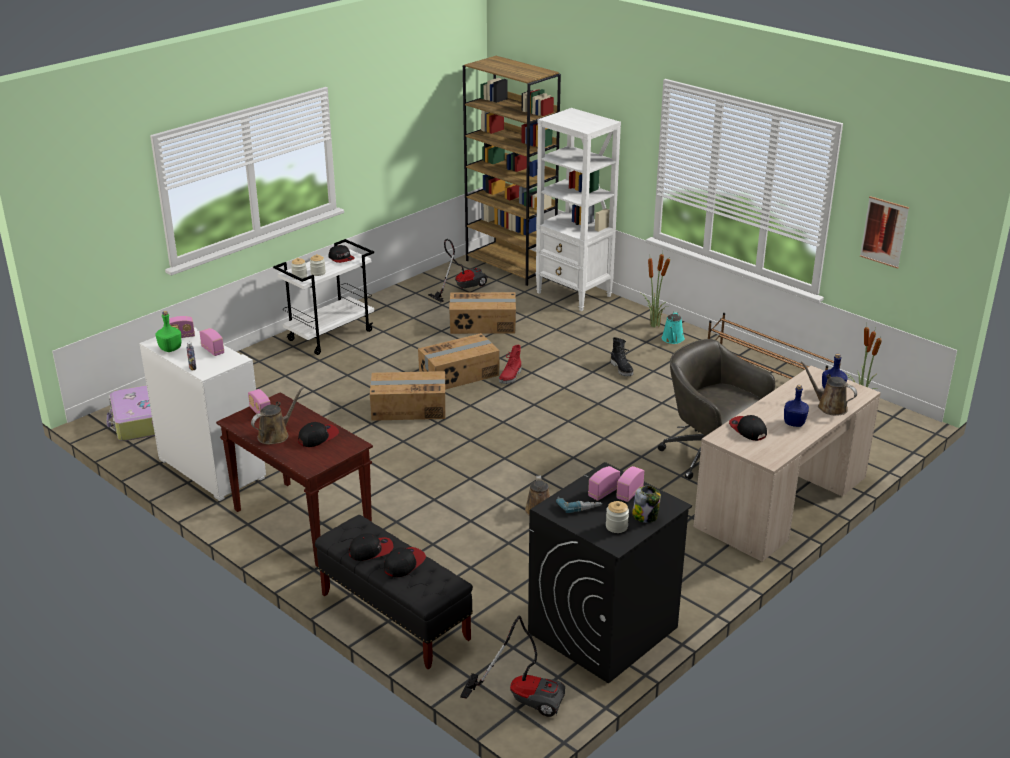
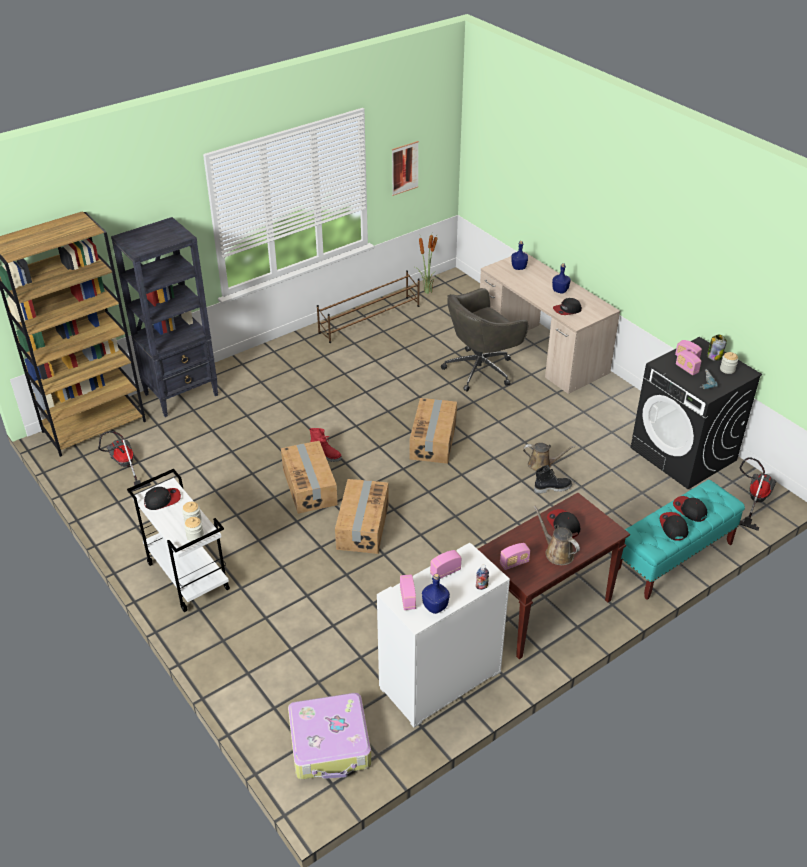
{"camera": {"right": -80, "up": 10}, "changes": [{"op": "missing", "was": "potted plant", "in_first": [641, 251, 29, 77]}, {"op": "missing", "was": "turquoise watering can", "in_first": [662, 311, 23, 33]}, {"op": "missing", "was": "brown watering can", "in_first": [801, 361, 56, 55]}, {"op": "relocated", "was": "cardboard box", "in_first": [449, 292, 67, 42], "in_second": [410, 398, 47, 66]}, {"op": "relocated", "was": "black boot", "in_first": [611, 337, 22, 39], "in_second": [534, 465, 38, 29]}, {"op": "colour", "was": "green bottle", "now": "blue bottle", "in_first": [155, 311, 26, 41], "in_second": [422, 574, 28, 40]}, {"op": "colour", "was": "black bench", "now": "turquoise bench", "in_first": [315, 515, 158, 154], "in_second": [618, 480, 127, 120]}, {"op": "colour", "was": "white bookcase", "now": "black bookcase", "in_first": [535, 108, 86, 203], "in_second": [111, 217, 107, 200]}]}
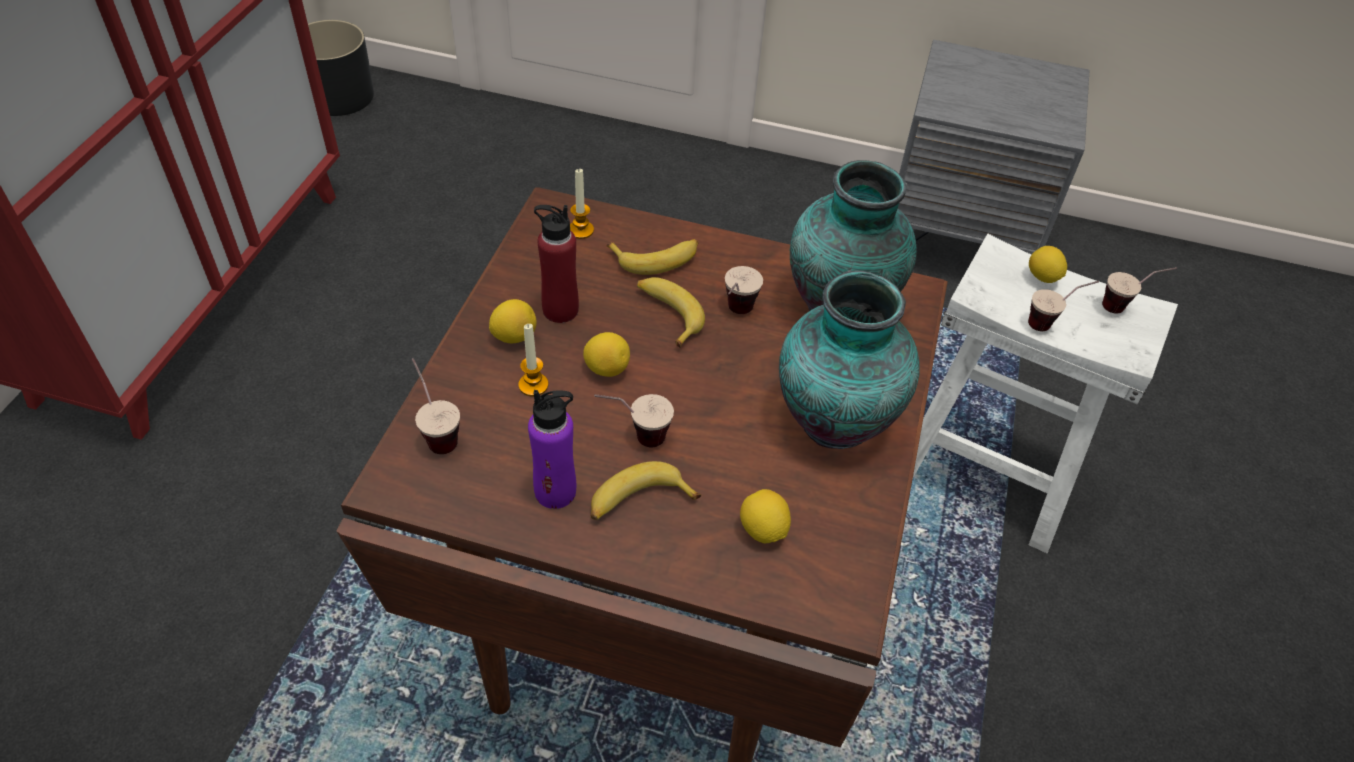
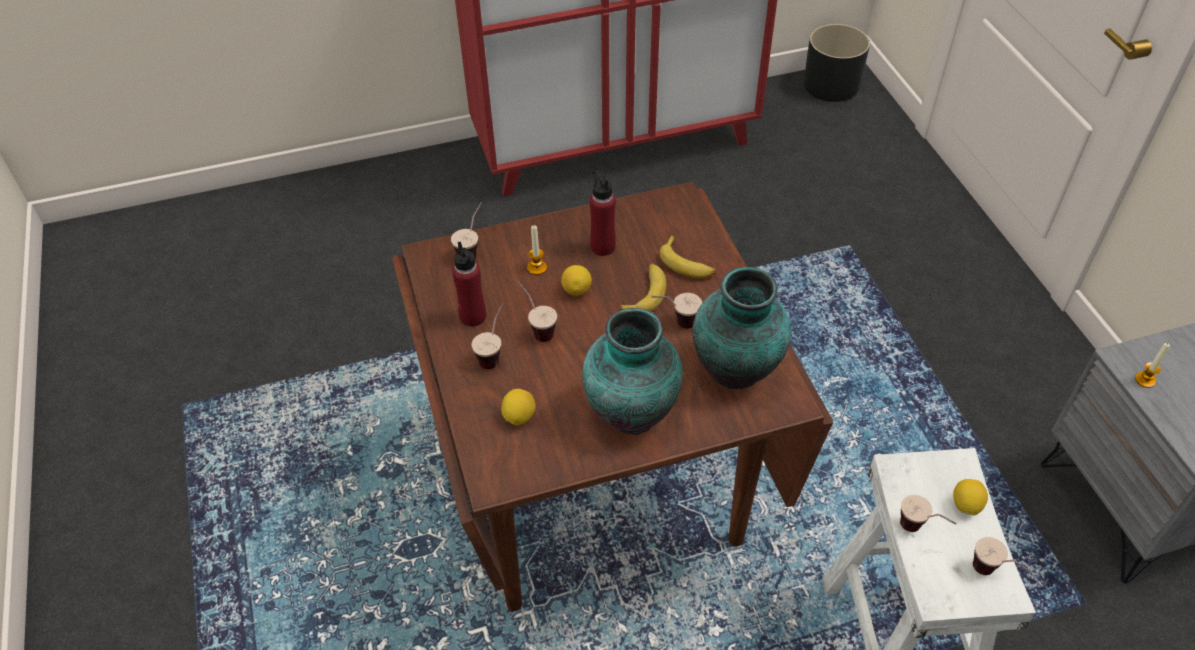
{"camera": {"right": 60, "up": 0}, "changes": [{"op": "missing", "was": "lemon", "in_first": [489, 299, 48, 44]}, {"op": "relocated", "was": "candle", "in_first": [570, 169, 24, 70], "in_second": [1135, 343, 35, 45]}, {"op": "exchanged", "was": "banana", "now": "cup", "in_first": [591, 461, 110, 59], "in_second": [471, 303, 32, 66]}, {"op": "colour", "was": "purple bottle", "now": "red bottle", "in_first": [528, 390, 48, 119], "in_second": [452, 242, 34, 85]}]}
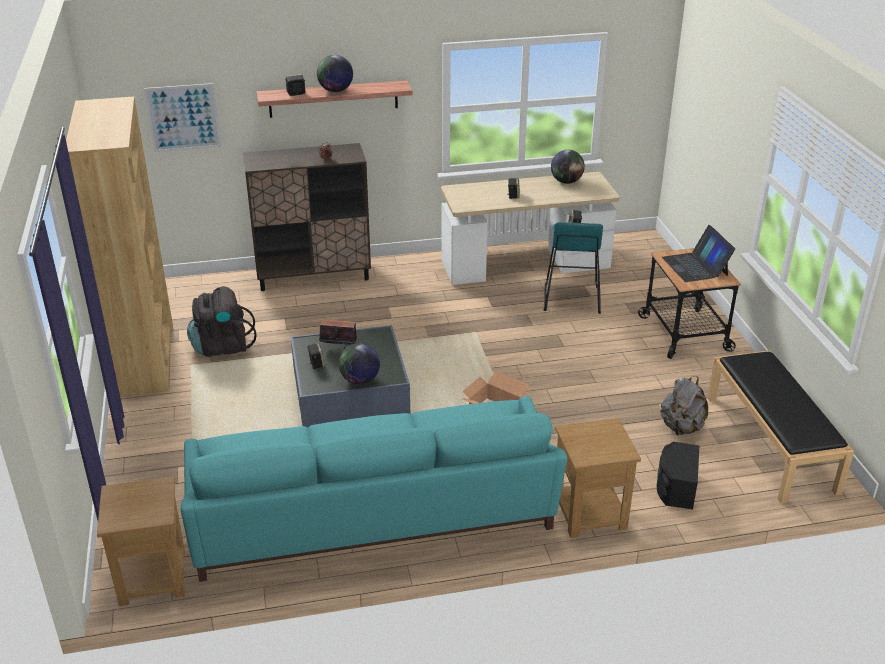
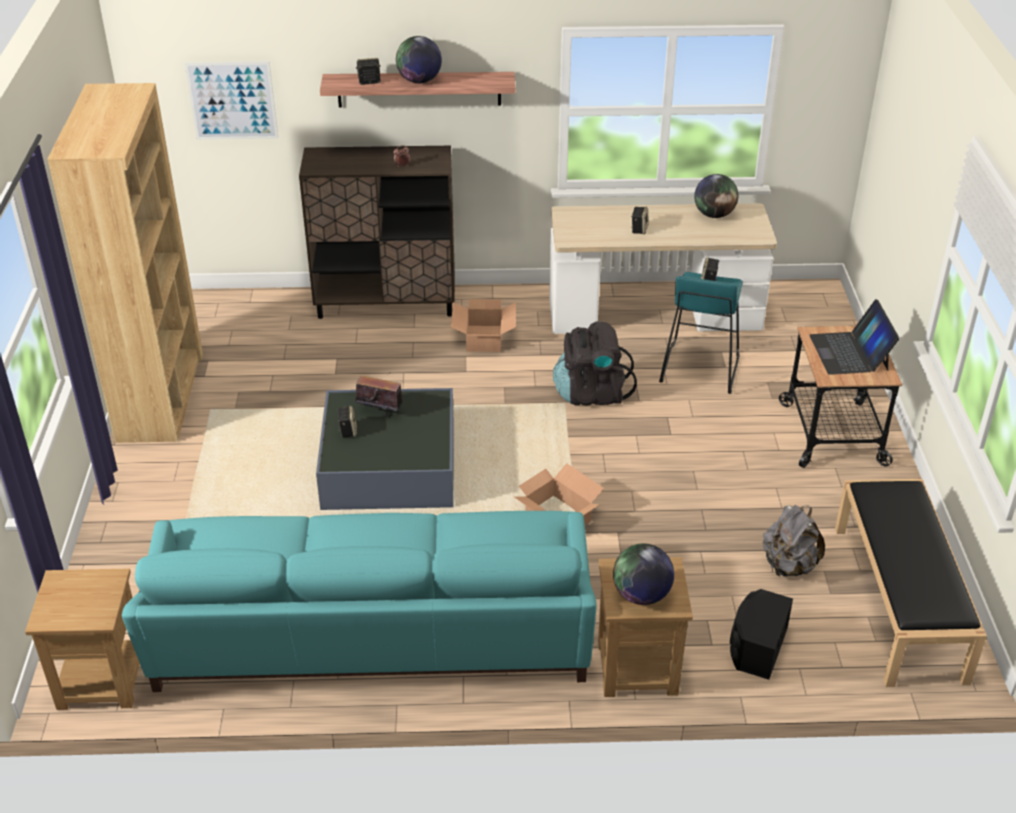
{"camera": {"right": 10, "up": 5}, "changes": [{"op": "appeared", "now": "cardboard box", "in_second": [451, 299, 65, 53]}, {"op": "relocated", "was": "black backpack", "in_first": [187, 286, 70, 71], "in_second": [553, 321, 84, 85]}, {"op": "relocated", "was": "globe", "in_first": [339, 343, 41, 41], "in_second": [613, 543, 61, 62]}]}
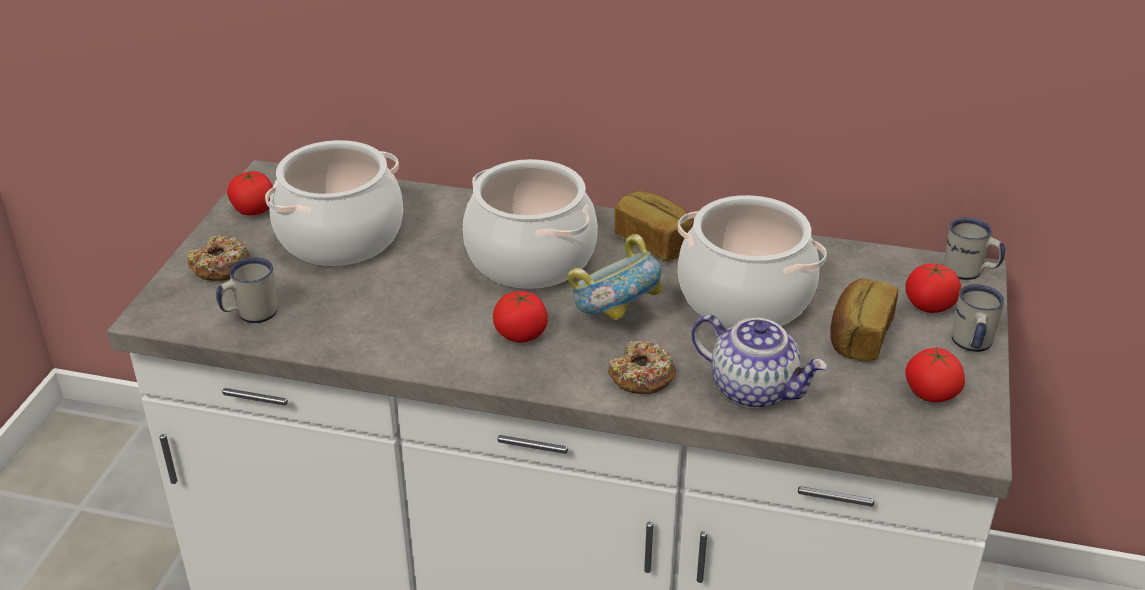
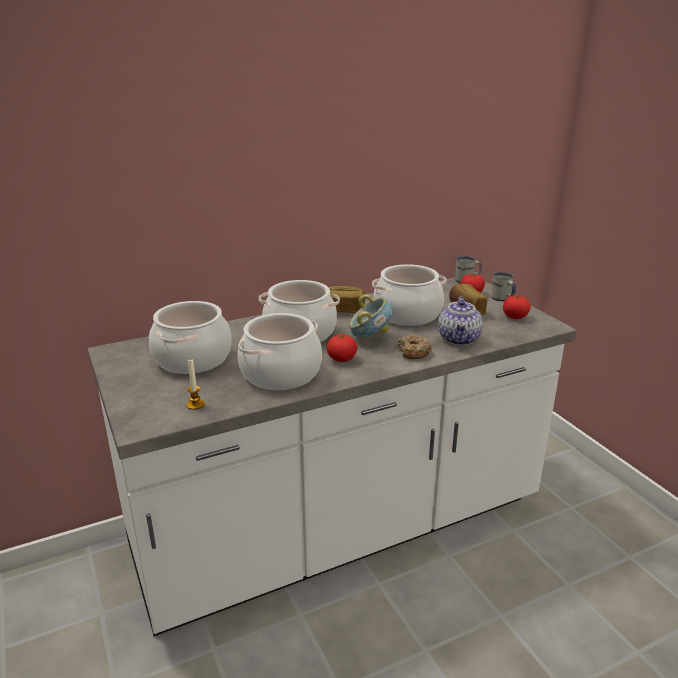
{"camera": {"right": -40, "up": -10}, "changes": [{"op": "missing", "was": "donut", "in_first": [187, 235, 64, 46]}, {"op": "missing", "was": "tomato", "in_first": [227, 170, 46, 46]}, {"op": "appeared", "now": "cooking pot", "in_second": [238, 313, 84, 77]}, {"op": "exchanged", "was": "white mug", "now": "candle", "in_first": [216, 257, 61, 66], "in_second": [186, 359, 19, 51]}, {"op": "spun", "was": "teapot", "in_first": [691, 314, 137, 94], "in_second": [438, 296, 45, 49], "clockwise": 105}]}
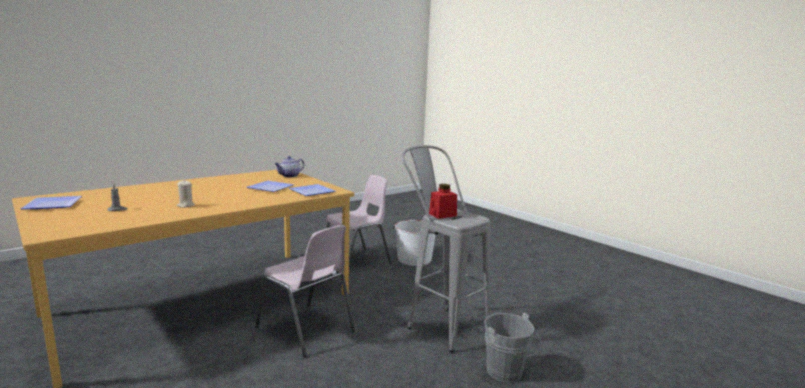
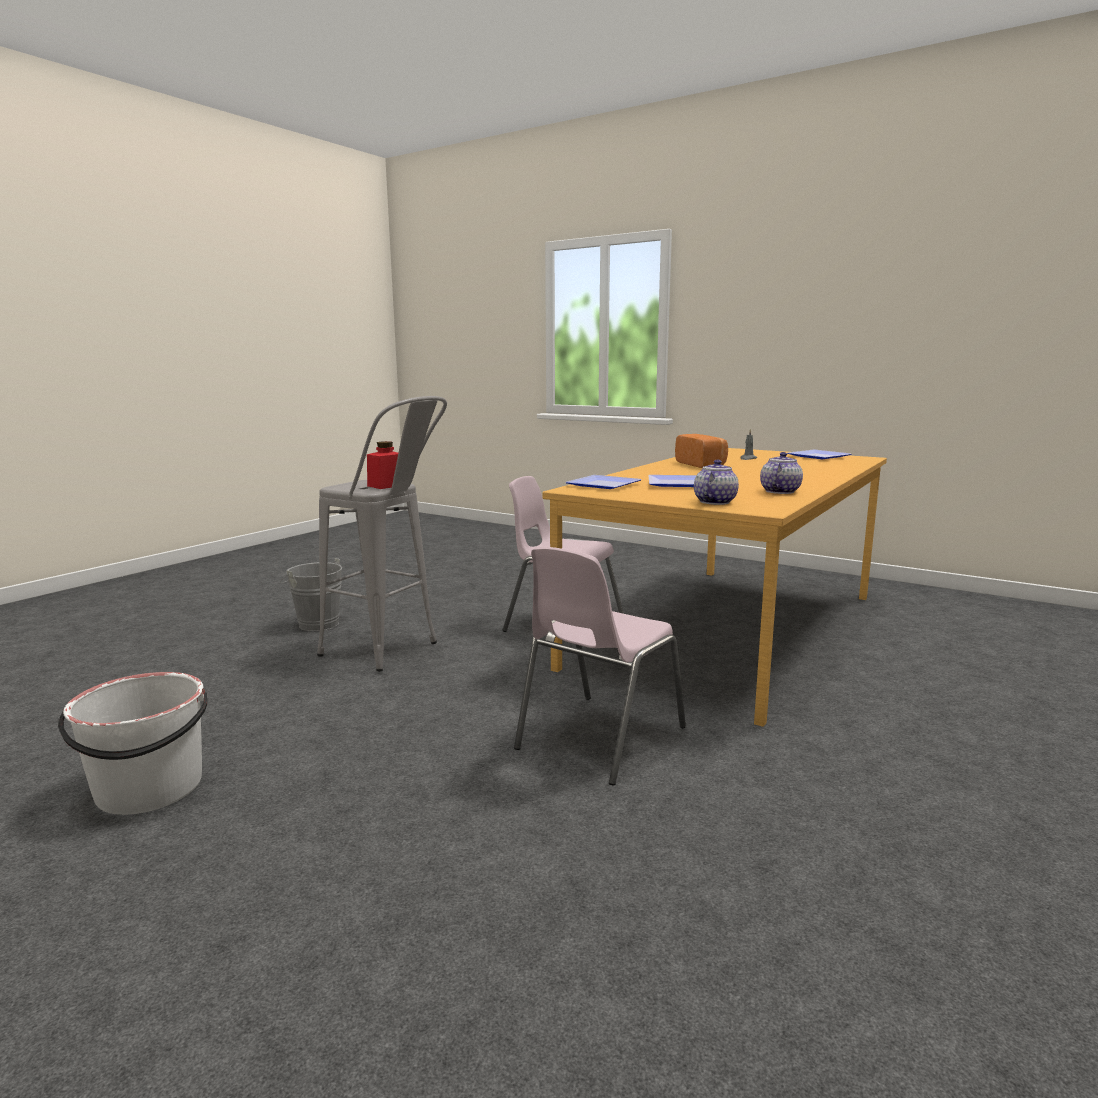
{"camera": {"right": 165, "up": 0}, "changes": [{"op": "appeared", "now": "teapot", "in_second": [760, 452, 43, 42]}, {"op": "relocated", "was": "white bucket", "in_first": [393, 220, 42, 46], "in_second": [58, 672, 149, 143]}, {"op": "exchanged", "was": "beige candle", "now": "bread", "in_first": [177, 180, 18, 28], "in_second": [675, 434, 53, 34]}]}
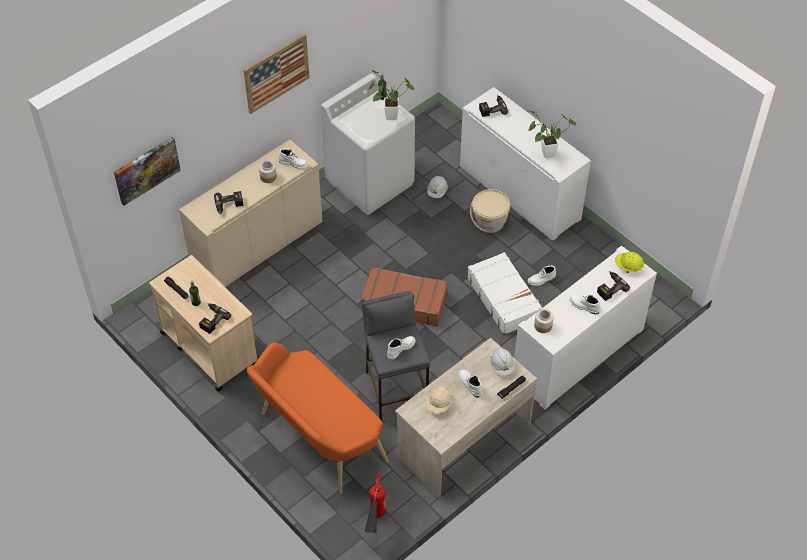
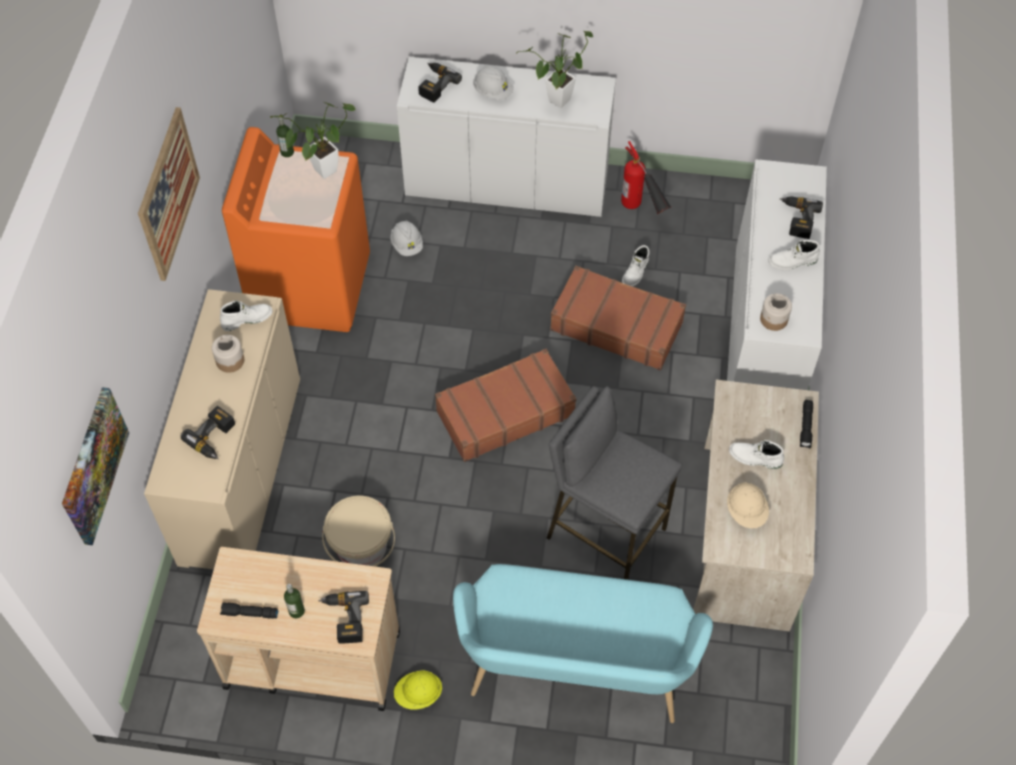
{"camera": {"right": -40, "up": 5}, "changes": [{"op": "missing", "was": "white boot", "in_first": [387, 336, 28, 24]}, {"op": "relocated", "was": "fire extinguisher", "in_first": [364, 472, 22, 61], "in_second": [621, 141, 50, 73]}, {"op": "relocated", "was": "beige bucket", "in_first": [470, 189, 40, 44], "in_second": [322, 495, 73, 72]}, {"op": "relocated", "was": "white hard hat", "in_first": [490, 348, 24, 28], "in_second": [473, 66, 41, 34]}, {"op": "relocated", "was": "yellow hard hat", "in_first": [615, 252, 29, 21], "in_second": [394, 670, 48, 40]}, {"op": "colour", "was": "orange bench", "now": "turquoise bench", "in_first": [246, 343, 143, 151], "in_second": [453, 564, 260, 159]}, {"op": "colour", "was": "white washing machine", "now": "orange washing machine", "in_first": [321, 73, 94, 142], "in_second": [222, 127, 148, 205]}, {"op": "colour", "was": "white suitcase", "now": "brown suitcase", "in_first": [467, 252, 76, 83], "in_second": [550, 266, 136, 104]}]}
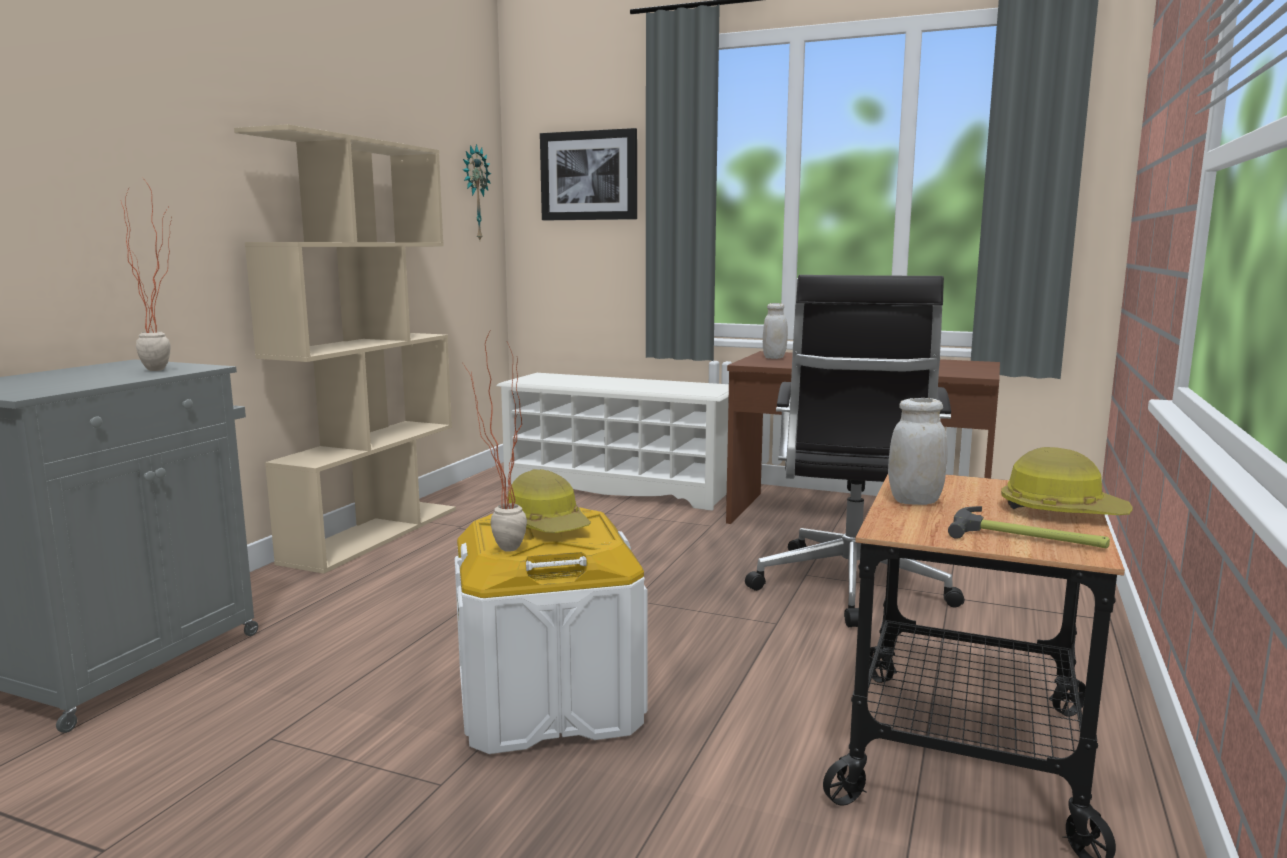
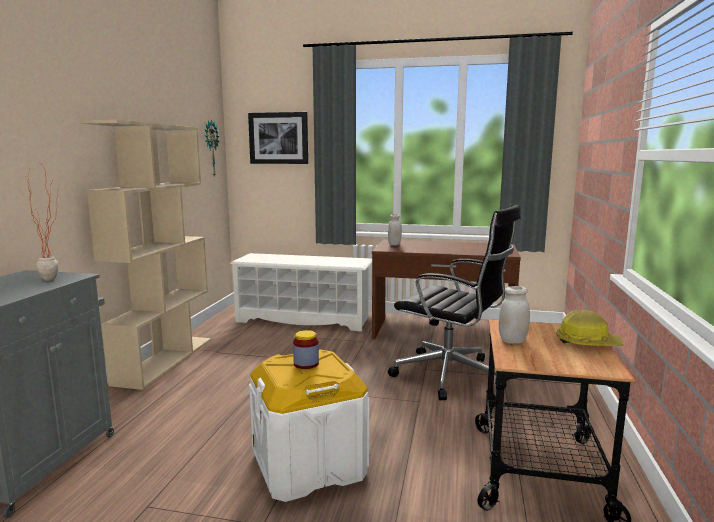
{"camera": {"right": -10, "up": 0}, "changes": [{"op": "missing", "was": "potted plant", "in_first": [463, 329, 64, 223]}, {"op": "missing", "was": "hammer", "in_first": [948, 506, 162, 42]}, {"op": "exchanged", "was": "hard hat", "now": "jar", "in_first": [507, 469, 84, 64], "in_second": [293, 330, 26, 39]}, {"op": "spun", "was": "black office chair", "in_first": [745, 275, 220, 352], "in_second": [388, 205, 133, 195], "clockwise": -60}]}
